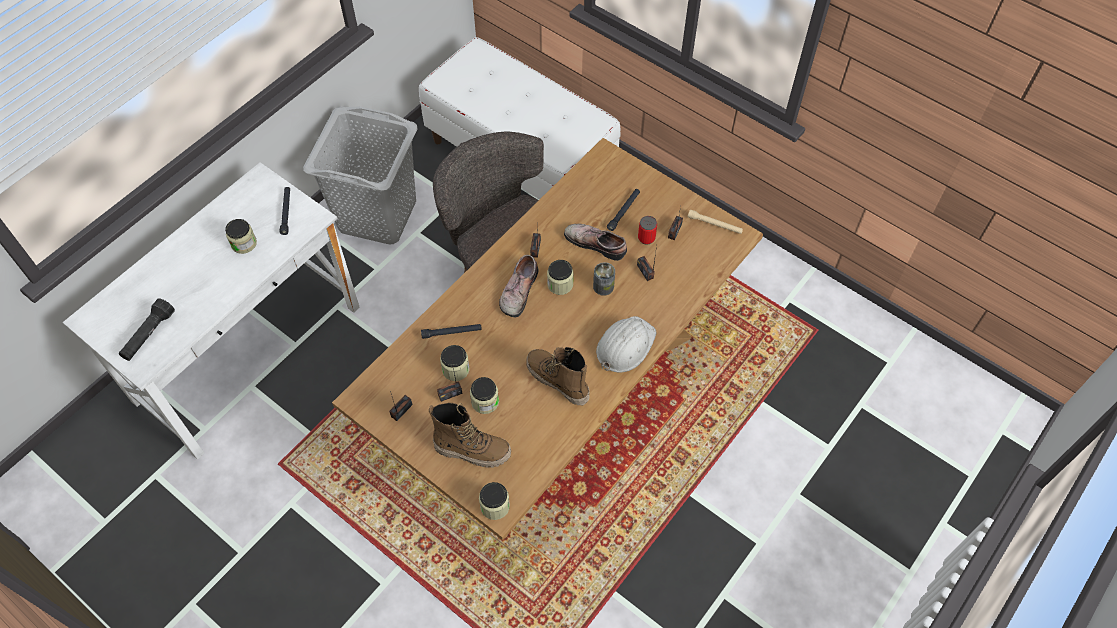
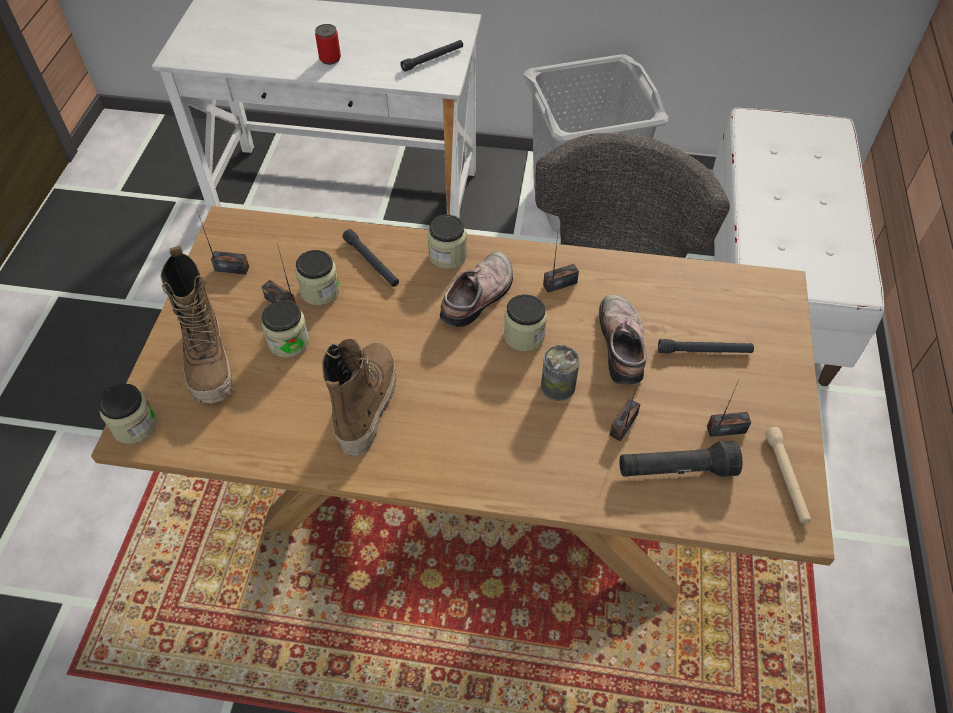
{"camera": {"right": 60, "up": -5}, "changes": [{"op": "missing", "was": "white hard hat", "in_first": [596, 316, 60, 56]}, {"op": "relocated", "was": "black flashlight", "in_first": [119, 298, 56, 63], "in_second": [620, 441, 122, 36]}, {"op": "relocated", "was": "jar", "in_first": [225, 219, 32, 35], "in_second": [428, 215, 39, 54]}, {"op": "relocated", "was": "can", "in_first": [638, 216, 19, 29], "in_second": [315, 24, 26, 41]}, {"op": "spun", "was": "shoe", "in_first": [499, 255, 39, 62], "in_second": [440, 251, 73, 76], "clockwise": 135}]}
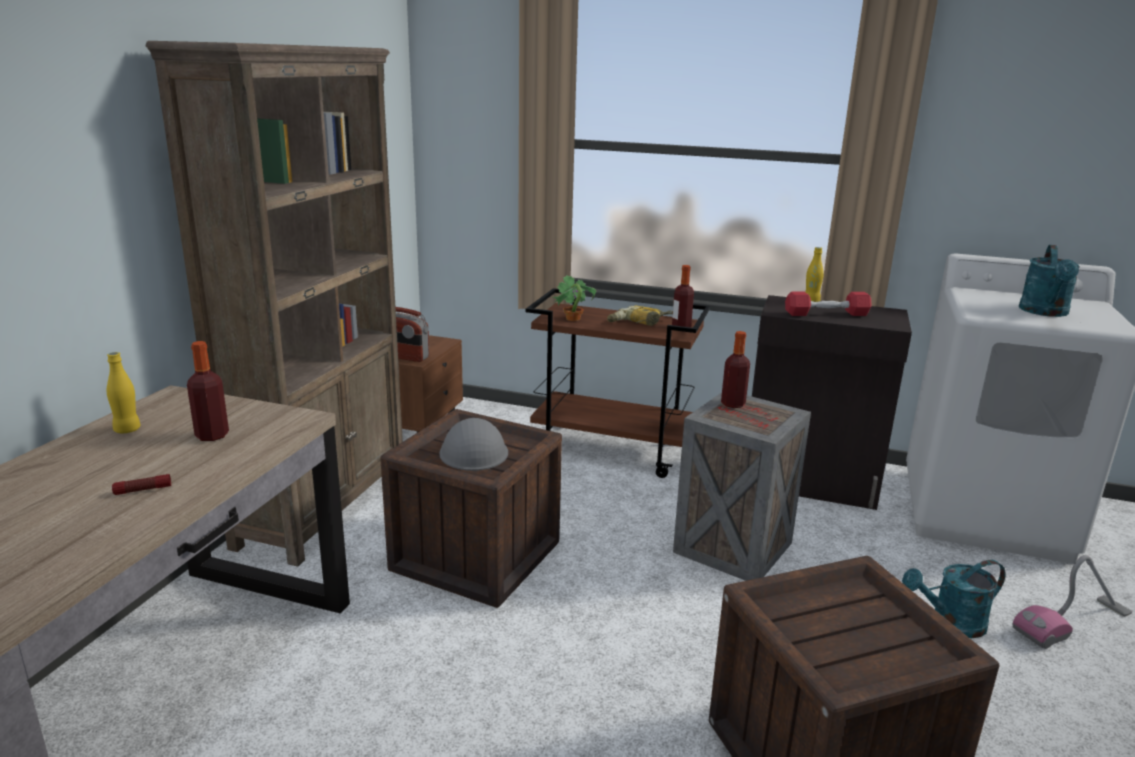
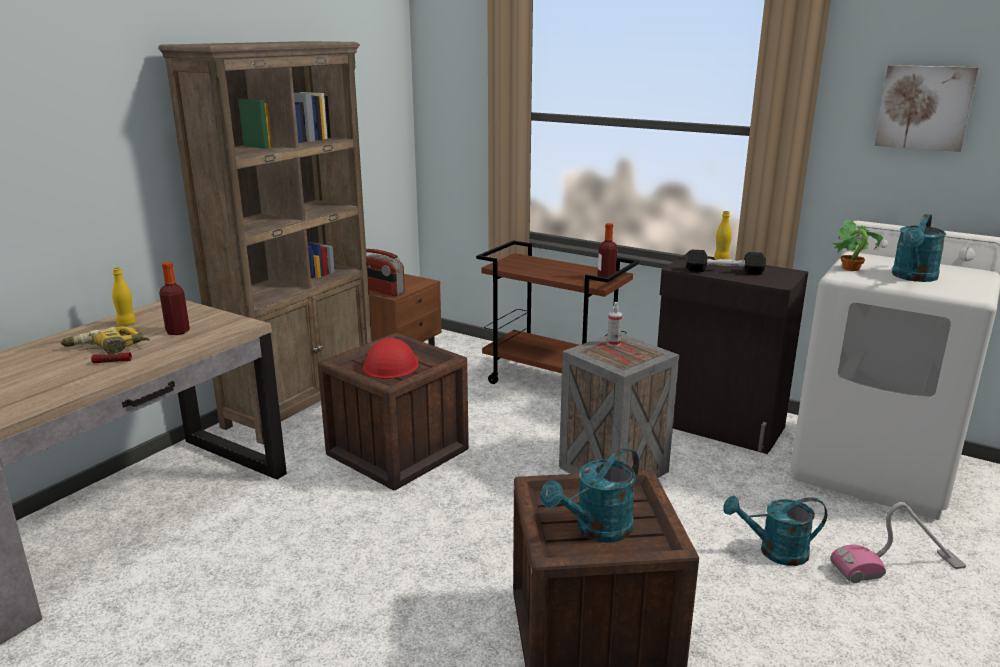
{"camera": {"right": 15, "up": 0}, "changes": [{"op": "appeared", "now": "turquoise watering can", "in_second": [541, 447, 98, 96]}, {"op": "appeared", "now": "picture", "in_second": [874, 65, 105, 87]}, {"op": "relocated", "was": "potted plant", "in_first": [553, 275, 43, 46], "in_second": [832, 220, 51, 51]}, {"op": "relocated", "was": "power drill", "in_first": [607, 306, 66, 20], "in_second": [60, 326, 90, 28]}, {"op": "exchanged", "was": "bottle", "now": "spray bottle", "in_first": [721, 331, 29, 77], "in_second": [607, 302, 15, 44]}, {"op": "colour", "was": "grey hard hat", "now": "red hard hat", "in_first": [439, 418, 69, 53], "in_second": [363, 338, 56, 41]}, {"op": "colour", "was": "red dumbbell", "now": "black dumbbell", "in_first": [785, 292, 87, 24], "in_second": [686, 250, 80, 25]}]}
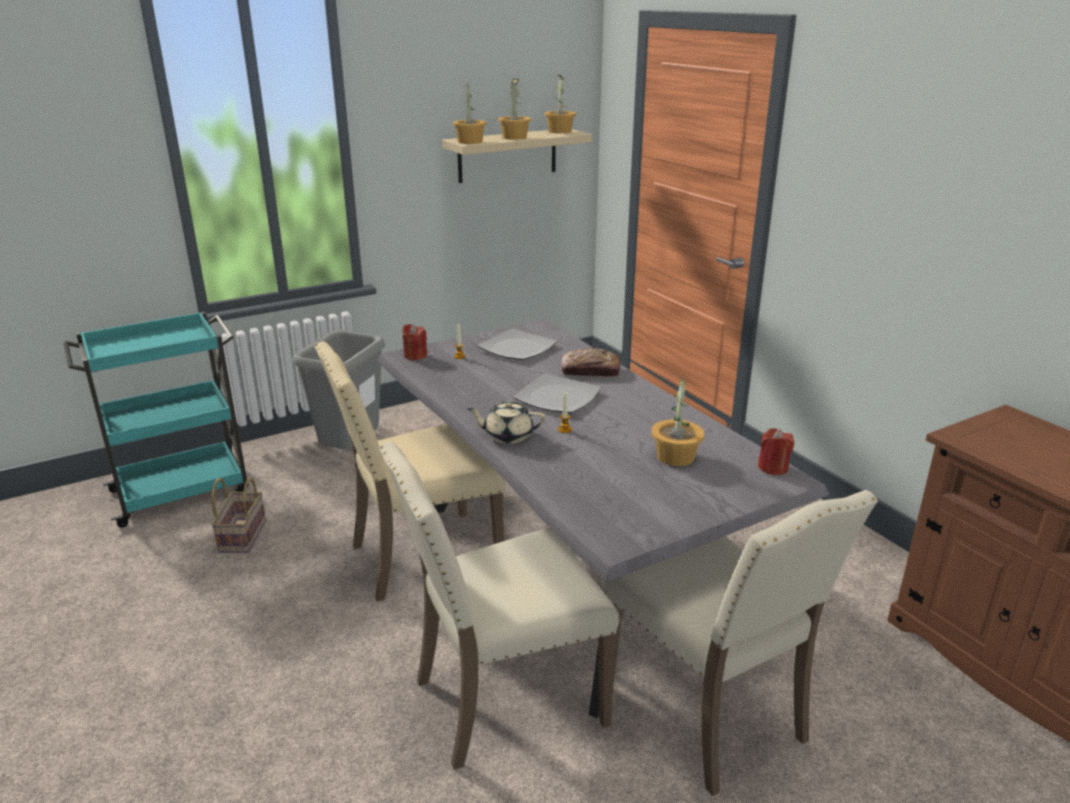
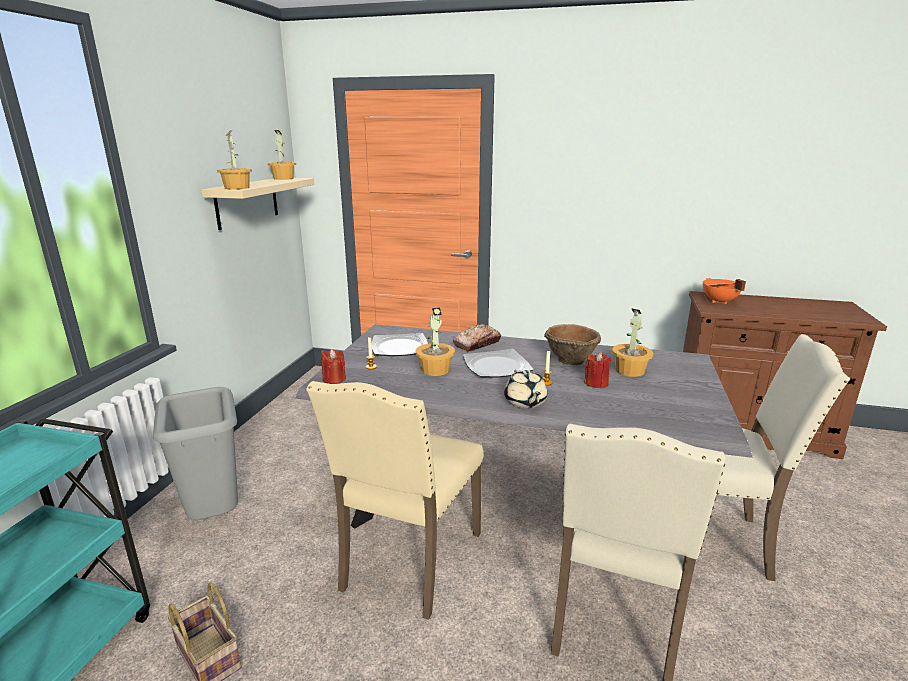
{"camera": {"right": -45, "up": -5}, "changes": [{"op": "appeared", "now": "brown bowl", "in_second": [544, 324, 57, 41]}, {"op": "appeared", "now": "orange cooking pot", "in_second": [703, 278, 43, 26]}, {"op": "relocated", "was": "potted plant", "in_first": [498, 78, 33, 62], "in_second": [416, 307, 39, 69]}, {"op": "relocated", "was": "red candle", "in_first": [758, 428, 36, 47], "in_second": [584, 352, 27, 37]}, {"op": "spun", "was": "beige teapot", "in_first": [468, 401, 77, 43], "in_second": [504, 369, 43, 39], "clockwise": -60}]}
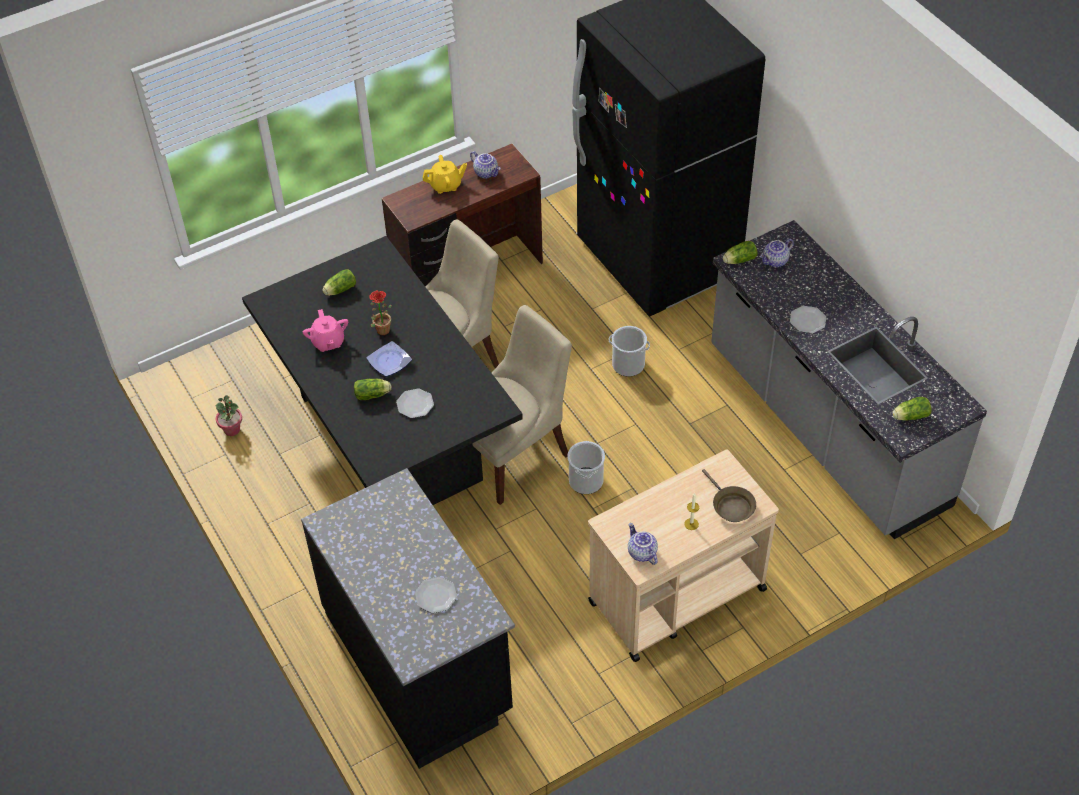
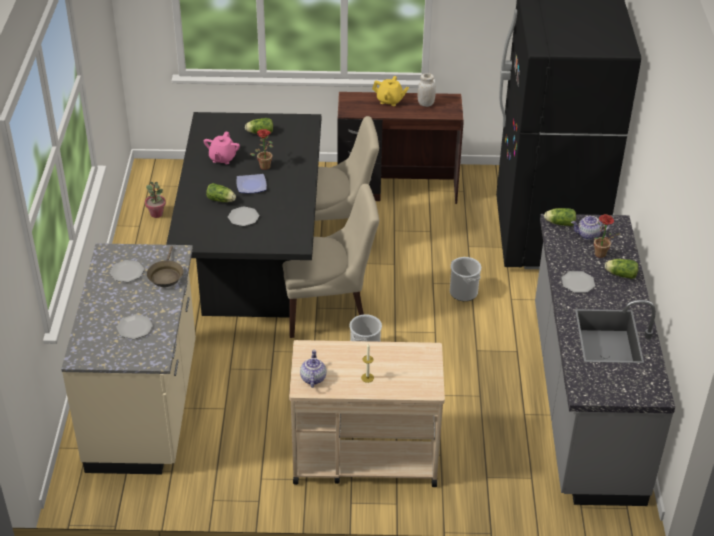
{"camera": {"right": 30, "up": -10}, "changes": [{"op": "appeared", "now": "plate", "in_second": [110, 260, 34, 22]}, {"op": "appeared", "now": "potted plant", "in_second": [593, 214, 27, 44]}, {"op": "relocated", "was": "brown frying pan", "in_first": [702, 469, 54, 53], "in_second": [147, 246, 37, 41]}, {"op": "relocated", "was": "lettuce", "in_first": [892, 397, 39, 24], "in_second": [605, 259, 34, 20]}, {"op": "exchanged", "was": "teapot", "now": "white jar", "in_first": [470, 151, 31, 28], "in_second": [417, 73, 19, 34]}, {"op": "colour", "was": "black counter", "now": "beige counter", "in_first": [301, 468, 214, 301], "in_second": [61, 243, 135, 231]}]}
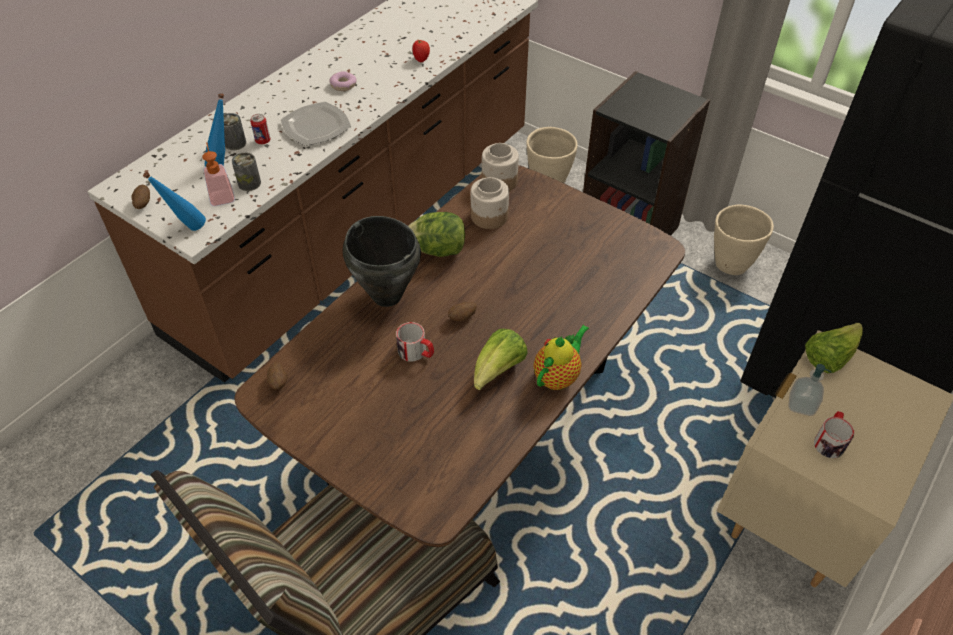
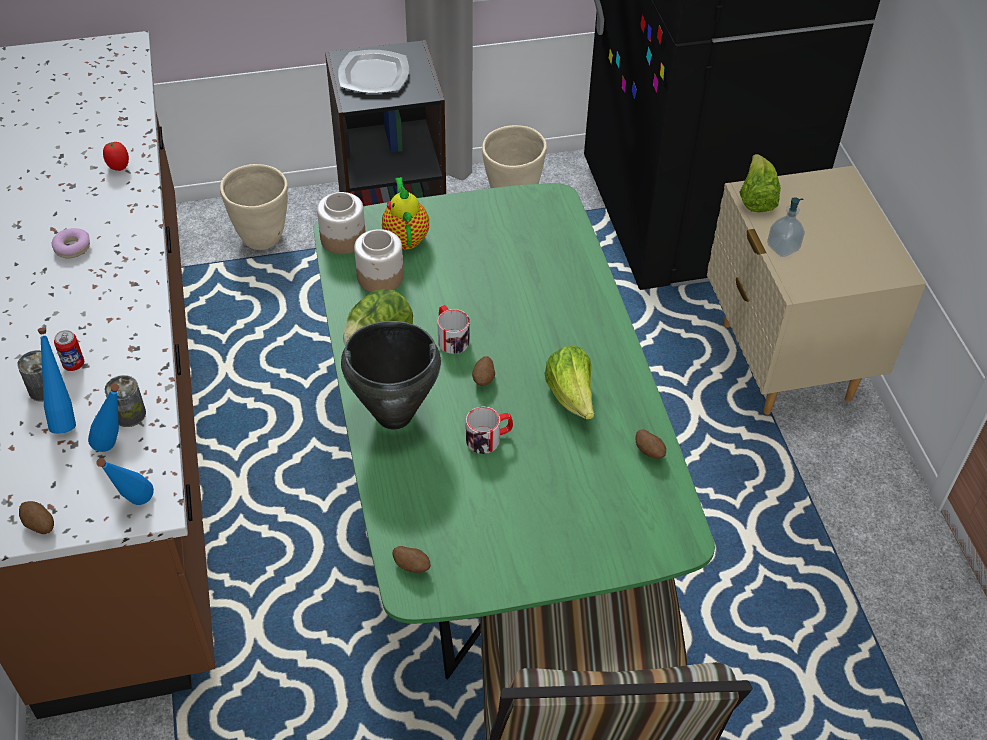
{"camera": {"right": -50, "up": 0}, "changes": [{"op": "appeared", "now": "potato", "in_second": [635, 429, 31, 30]}, {"op": "relocated", "was": "plate", "in_first": [281, 102, 70, 44], "in_second": [338, 50, 71, 43]}, {"op": "relocated", "was": "teapot", "in_first": [534, 325, 55, 65], "in_second": [382, 177, 47, 72]}, {"op": "relocated", "was": "mug", "in_first": [814, 411, 40, 47], "in_second": [438, 305, 32, 49]}, {"op": "exchanged", "was": "soap dispenser", "now": "blue bottle", "in_first": [202, 142, 33, 64], "in_second": [88, 383, 31, 69]}, {"op": "colour", "was": "brown dining table", "now": "green dining table", "in_first": [235, 165, 450, 382], "in_second": [314, 183, 401, 497]}]}
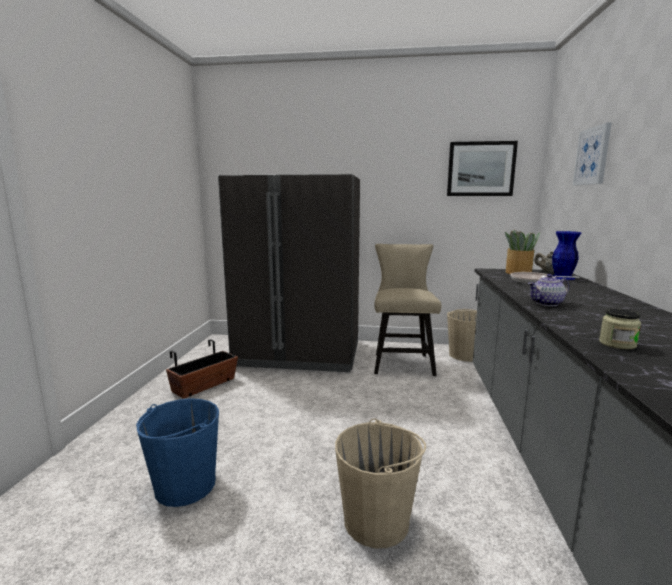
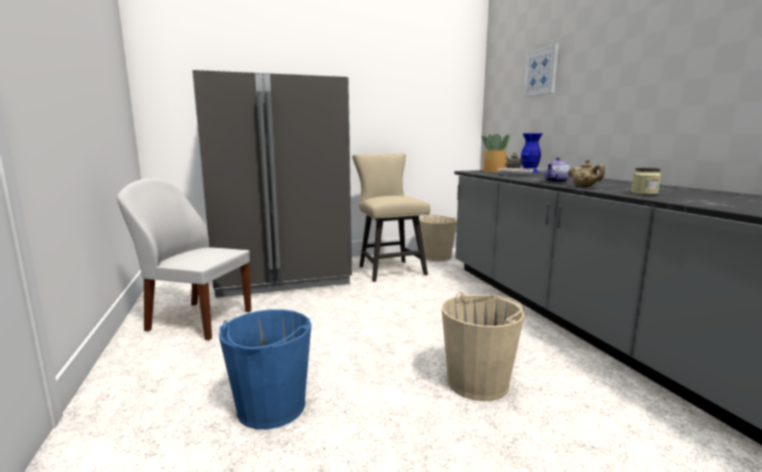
{"camera": {"right": -25, "up": 0}, "changes": [{"op": "missing", "was": "picture", "in_first": [447, 141, 71, 55]}, {"op": "appeared", "now": "beige teapot", "in_second": [567, 159, 38, 28]}, {"op": "exchanged", "was": "planter", "now": "white chair", "in_first": [166, 339, 72, 60], "in_second": [117, 178, 134, 162]}]}
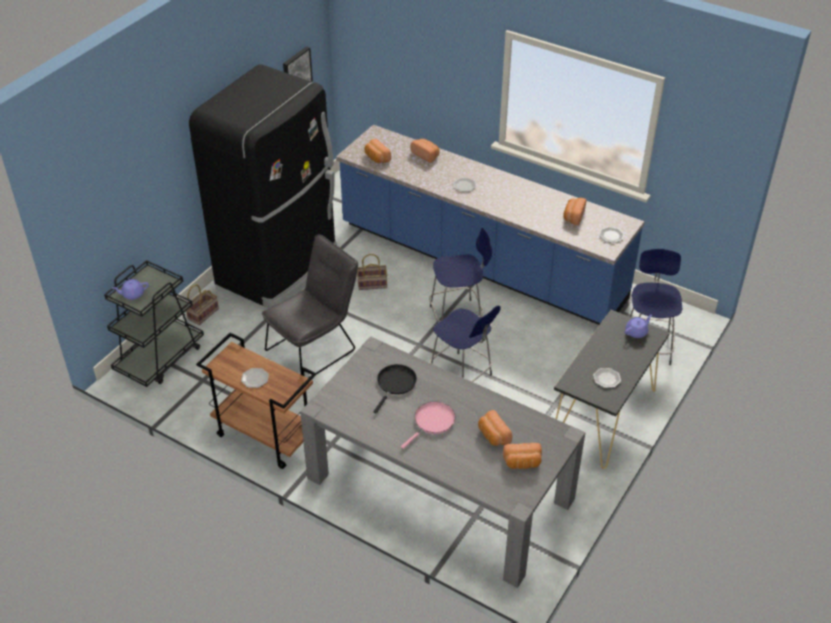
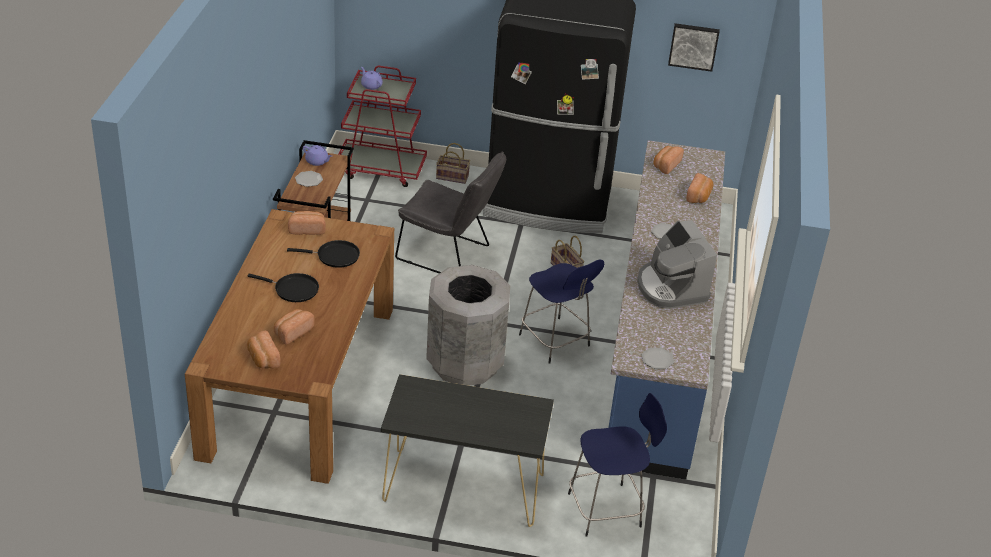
{"camera": {"right": 65, "up": -5}, "changes": [{"op": "missing", "was": "plate", "in_first": [593, 368, 28, 20]}, {"op": "appeared", "now": "coffee machine", "in_second": [637, 220, 80, 89]}, {"op": "relocated", "was": "bread", "in_first": [563, 198, 23, 28], "in_second": [288, 211, 38, 24]}, {"op": "relocated", "was": "purple teapot", "in_first": [625, 315, 27, 23], "in_second": [303, 145, 29, 21]}, {"op": "exchanged", "was": "blue stool", "now": "grey trash can", "in_first": [430, 305, 71, 77], "in_second": [426, 265, 84, 121]}, {"op": "colour", "was": "black cart", "now": "red cart", "in_first": [104, 260, 100, 127], "in_second": [338, 66, 89, 121]}, {"op": "colour", "was": "grey dining table", "now": "brown dining table", "in_first": [300, 336, 286, 252], "in_second": [185, 209, 209, 275]}, {"op": "colour", "was": "pink frying pan", "now": "black frying pan", "in_first": [401, 402, 54, 47], "in_second": [248, 273, 71, 29]}]}
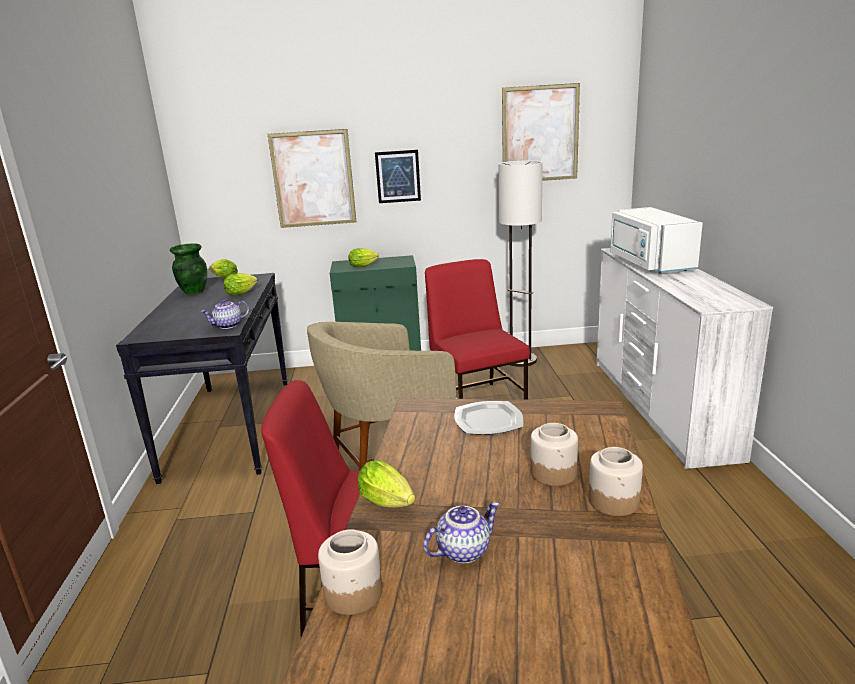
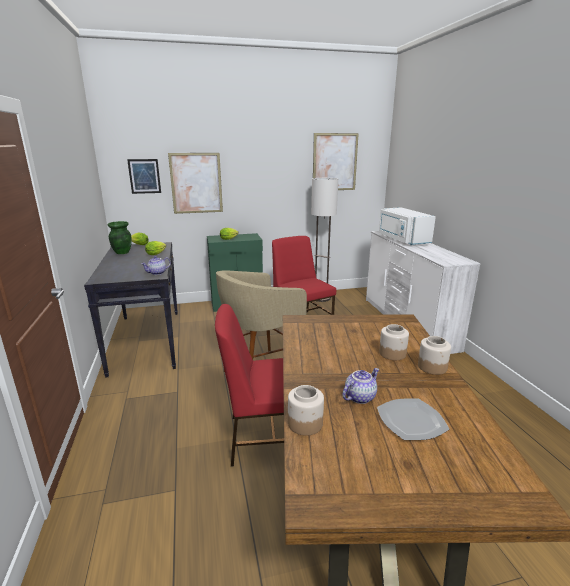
{"camera": {"right": -10, "up": 0}, "changes": [{"op": "missing", "was": "lettuce", "in_first": [358, 459, 57, 49]}, {"op": "relocated", "was": "picture", "in_first": [375, 150, 46, 53], "in_second": [127, 159, 34, 35]}, {"op": "relocated", "was": "plate", "in_first": [454, 401, 70, 34], "in_second": [377, 398, 72, 42]}]}
